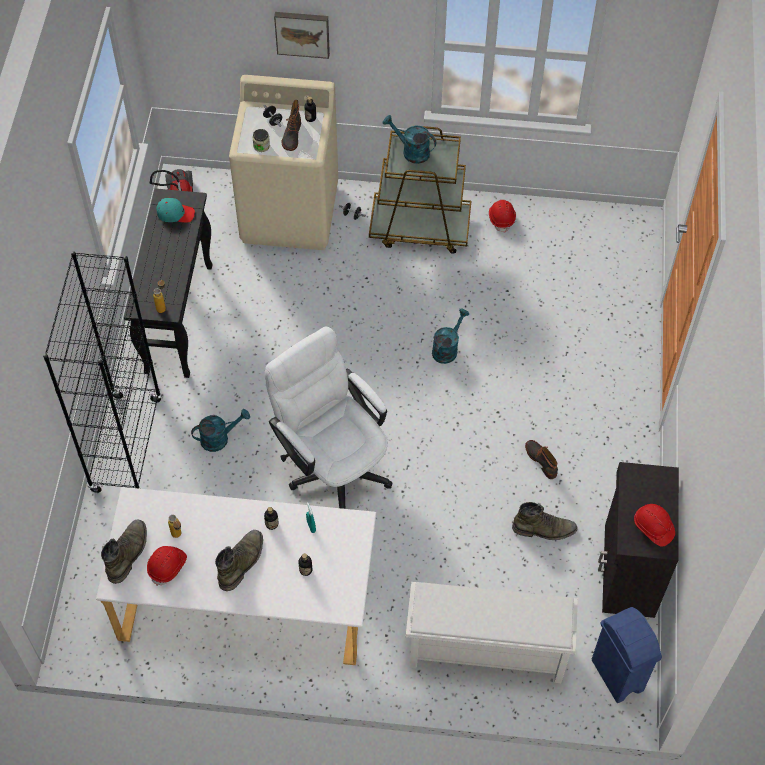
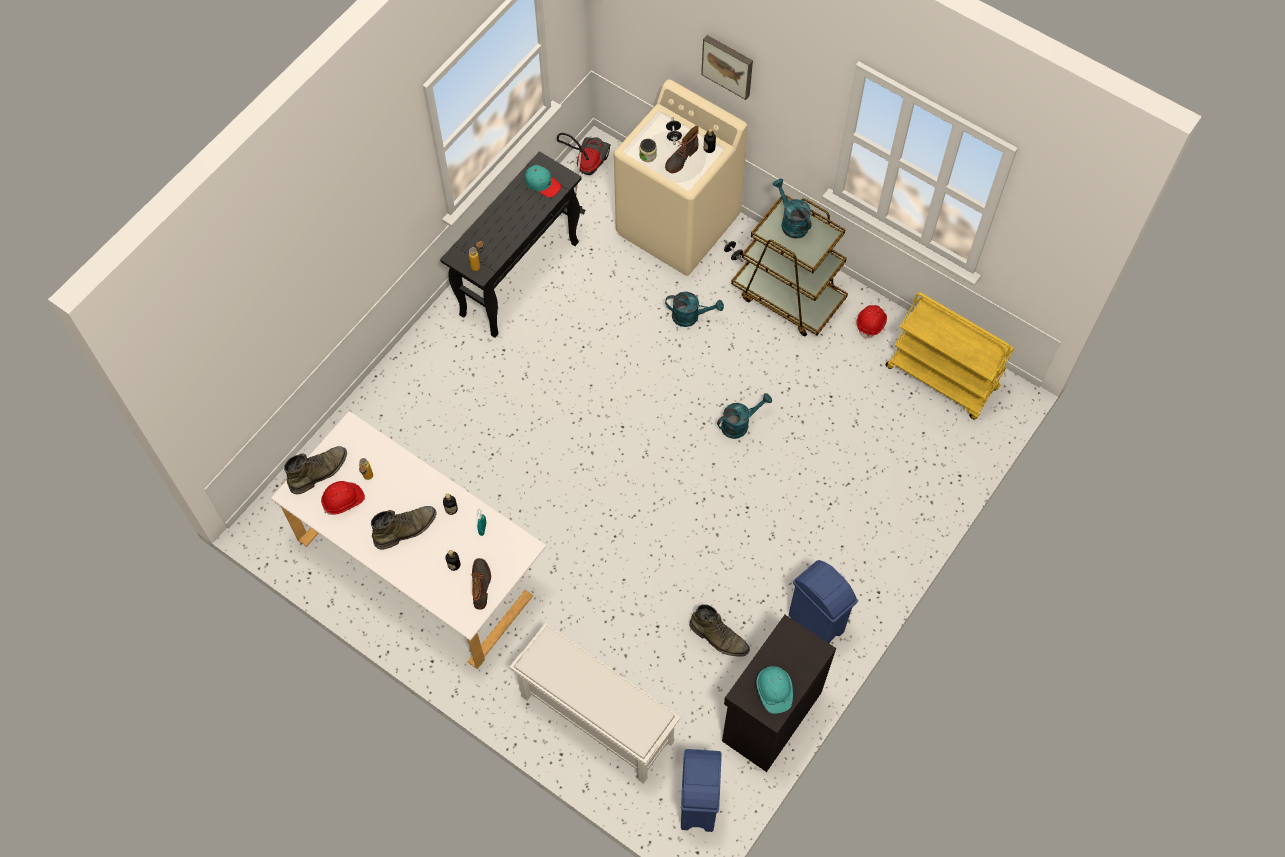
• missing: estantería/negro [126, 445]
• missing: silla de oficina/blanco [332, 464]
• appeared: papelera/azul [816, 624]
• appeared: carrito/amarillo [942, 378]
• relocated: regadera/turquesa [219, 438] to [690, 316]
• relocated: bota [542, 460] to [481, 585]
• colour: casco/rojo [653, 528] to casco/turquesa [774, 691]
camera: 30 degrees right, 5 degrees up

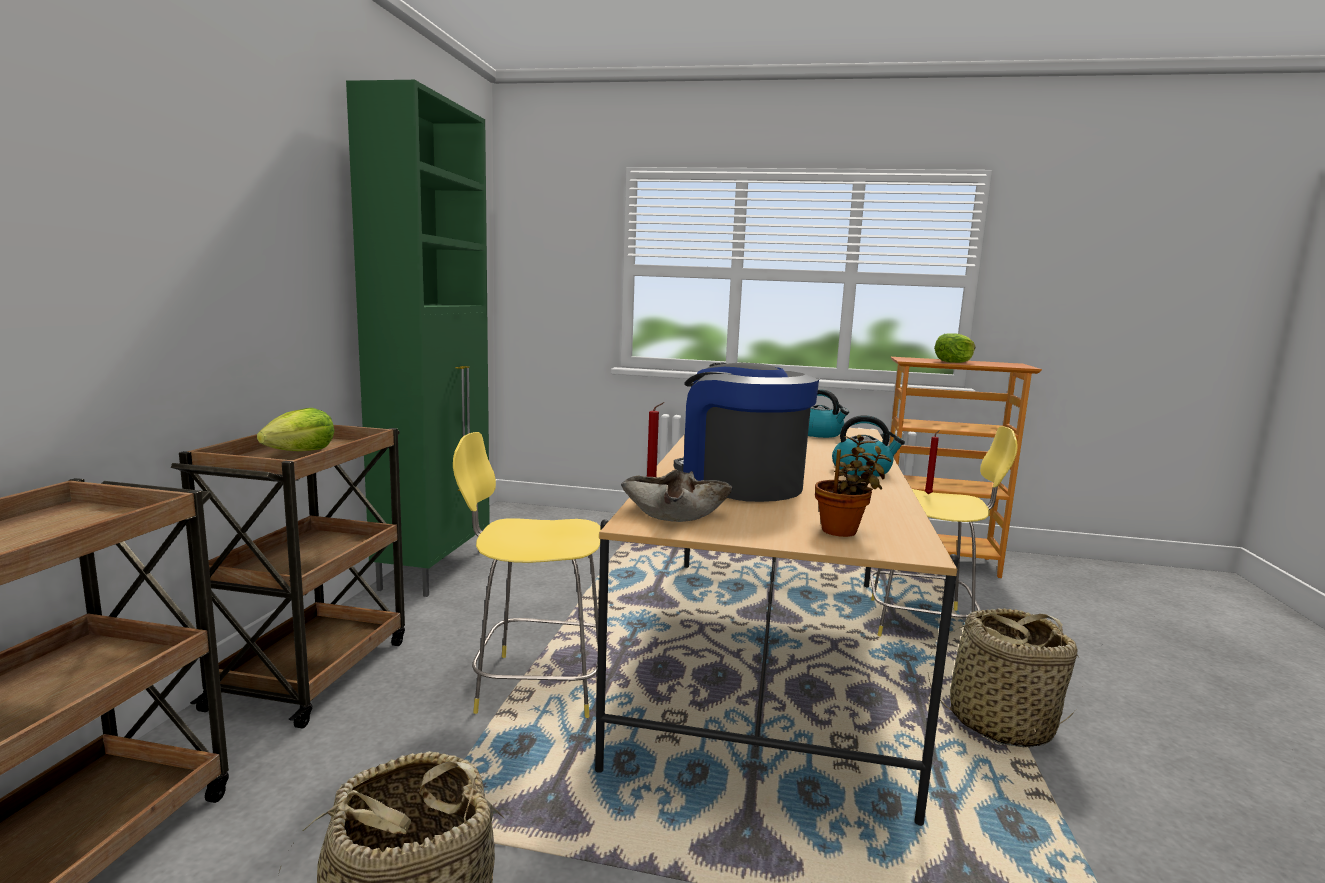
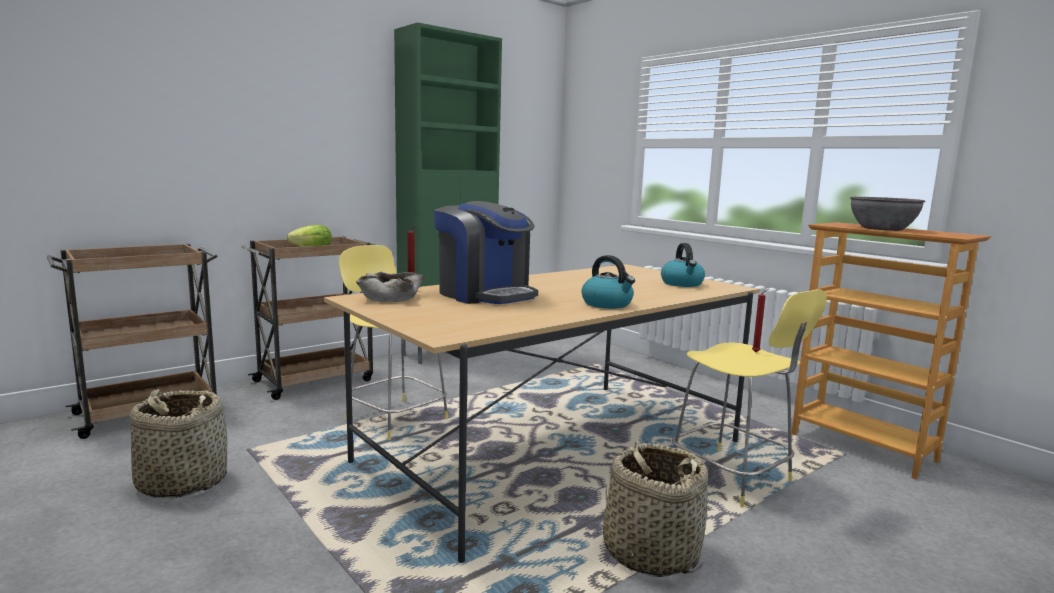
• missing: planta en maceta [843, 531]
• exchanged: lechuga [953, 362] to cuenco/gris [882, 228]
• spun: cafetera [739, 483] = [485, 295] 135 degrees clockwise
camera: 40 degrees right, 0 degrees up

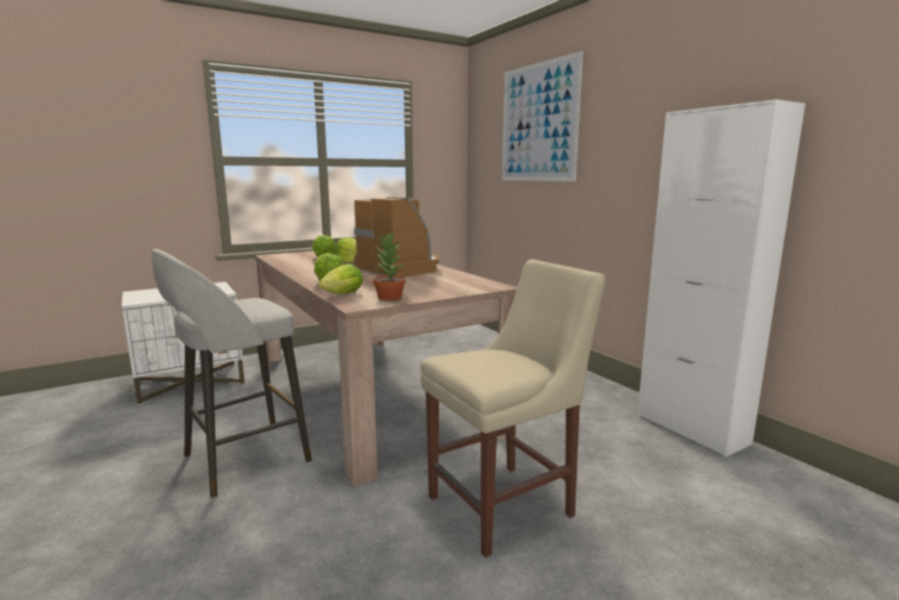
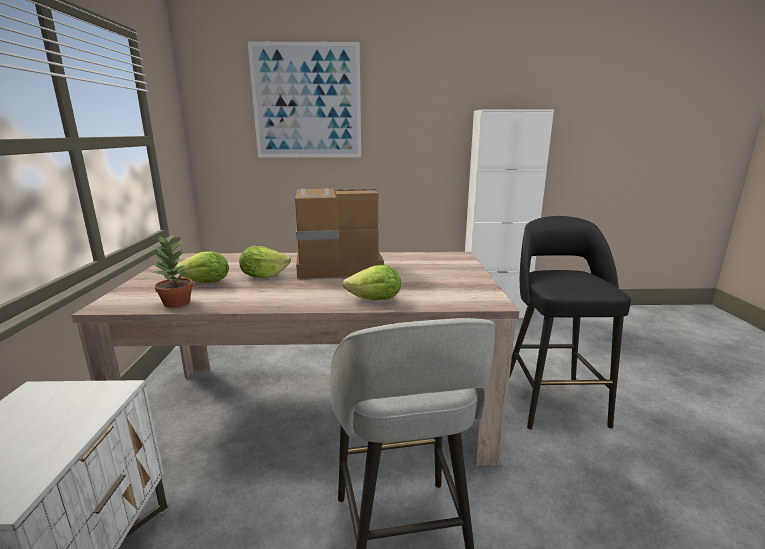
• missing: lechuga [341, 295]
• relocated: planta en maceta [389, 298] to [177, 303]
• exchanged: silla/beis [506, 504] to taburete/negro [552, 400]
camera: 60 degrees left, 5 degrees up

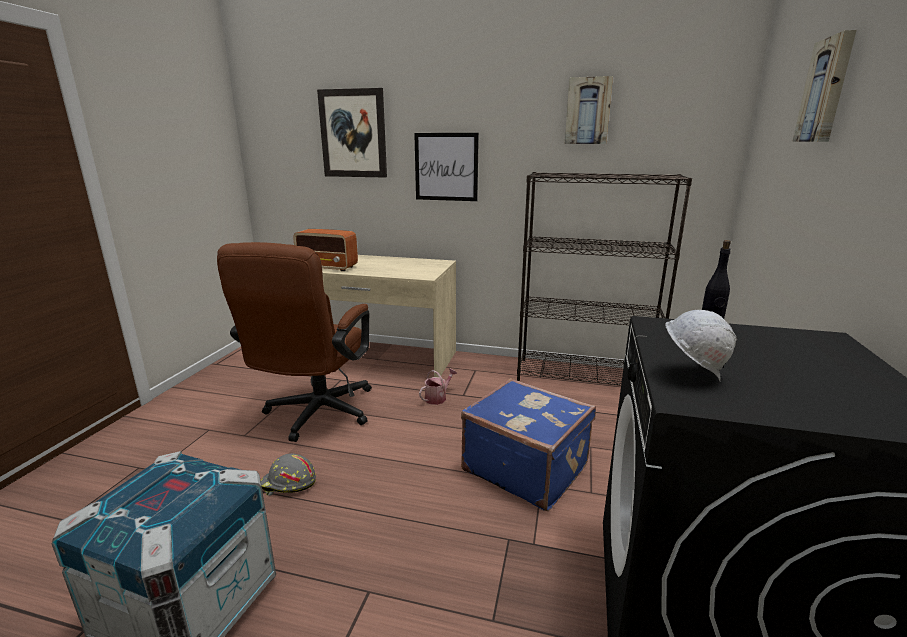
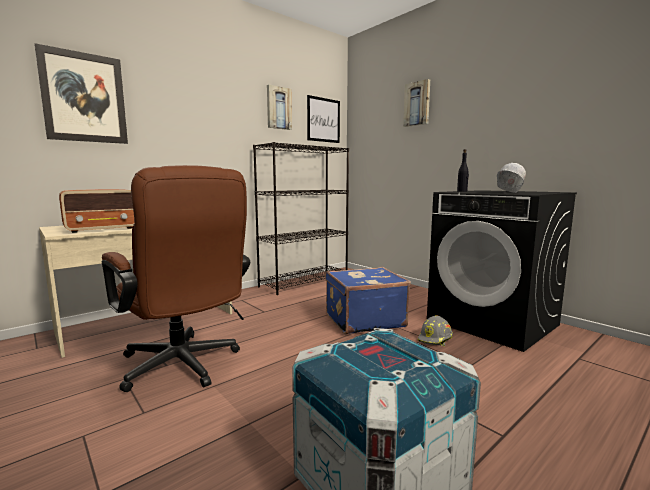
• missing: regadera [438, 398]
• relocated: casco/gris [288, 484] to [435, 339]
• relocated: cuadro [446, 167] to [323, 120]
camera: 55 degrees left, 10 degrees down

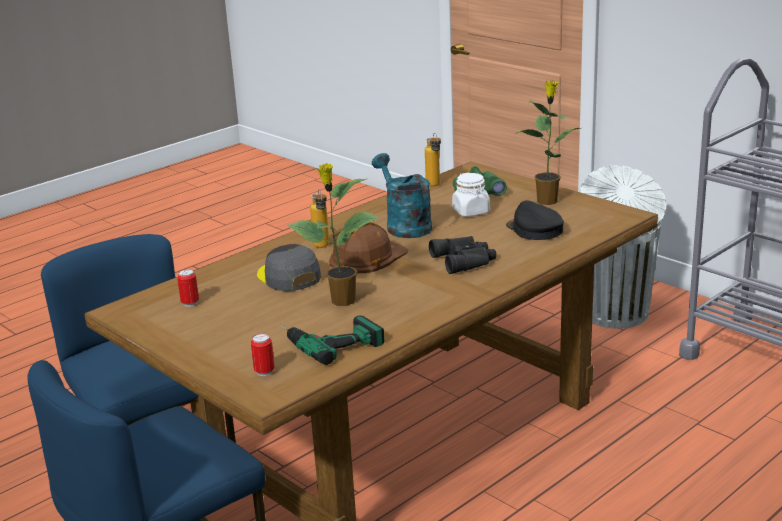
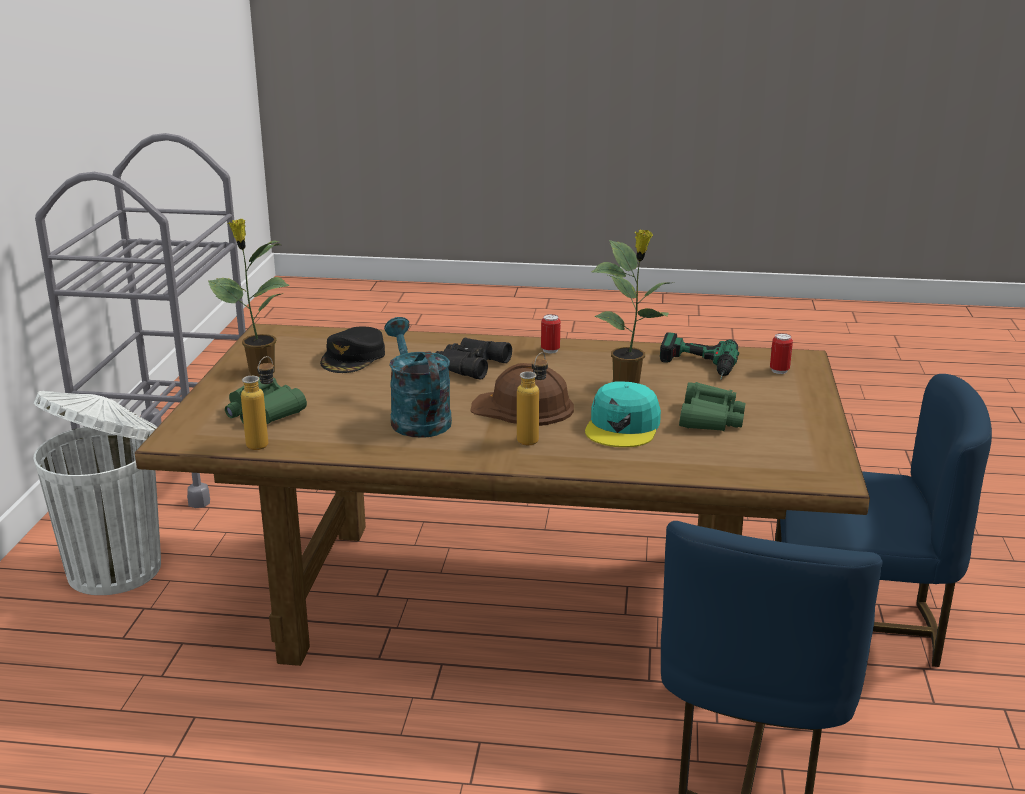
• missing: tarro/blanco [471, 212]
• appeared: prismáticos/verde [710, 418]
• relocated: lata [190, 303] to [550, 350]
• colour: gorra/gris [288, 276] to gorra/turquesa [623, 427]
• spun: regadera/turquesa [404, 225] = [416, 417] 135 degrees clockwise
camera: 130 degrees left, 0 degrees up

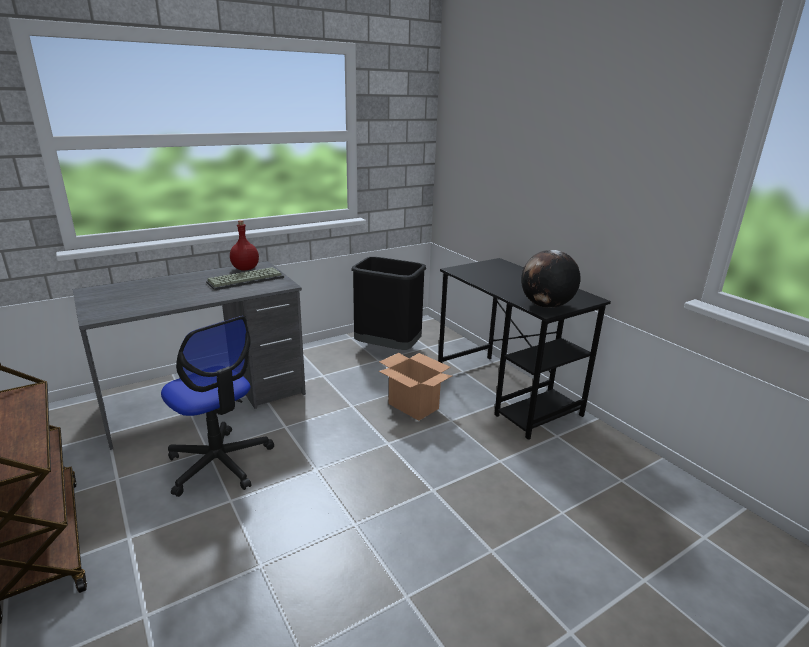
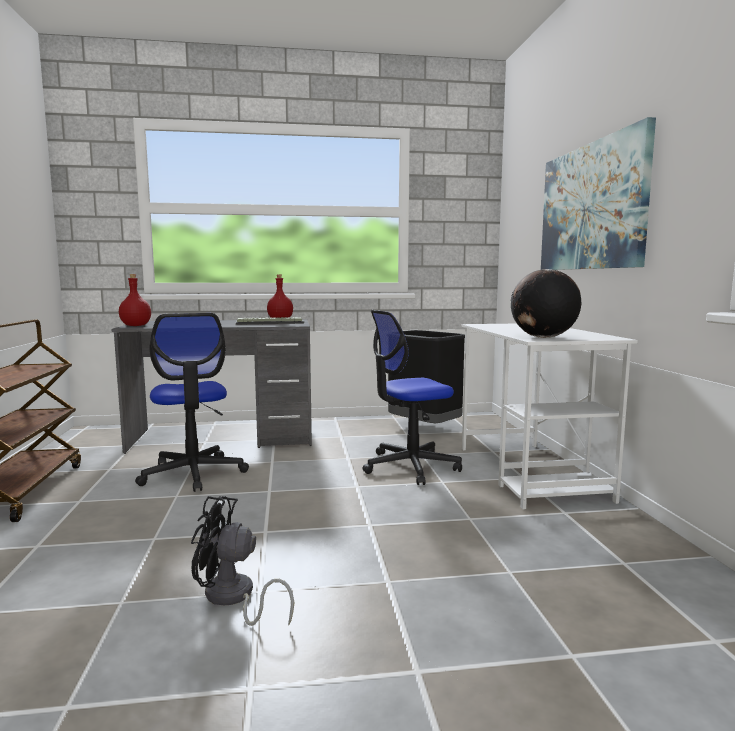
• appeared: botella/rojo [136, 326]
• appeared: ventilador/negro [233, 598]
• appeared: cuadro [591, 207]
• exchanged: caja de cartón [412, 406] to silla de oficina [410, 466]
• colour: escritorio/negro [507, 393] to escritorio/blanco [530, 473]
camera: 25 degrees right, 15 degrees down

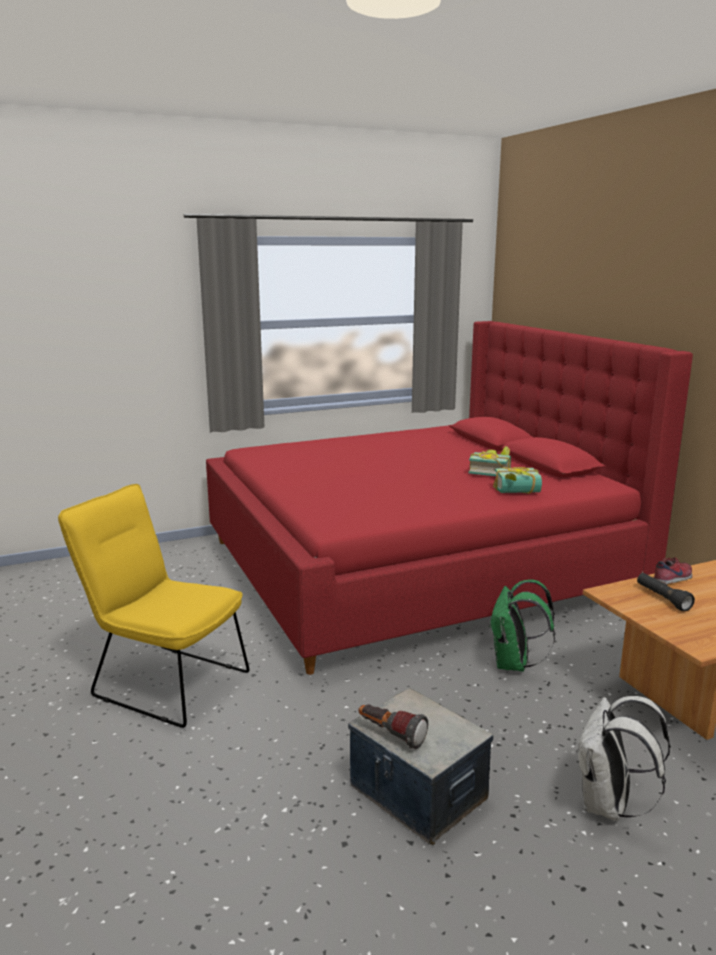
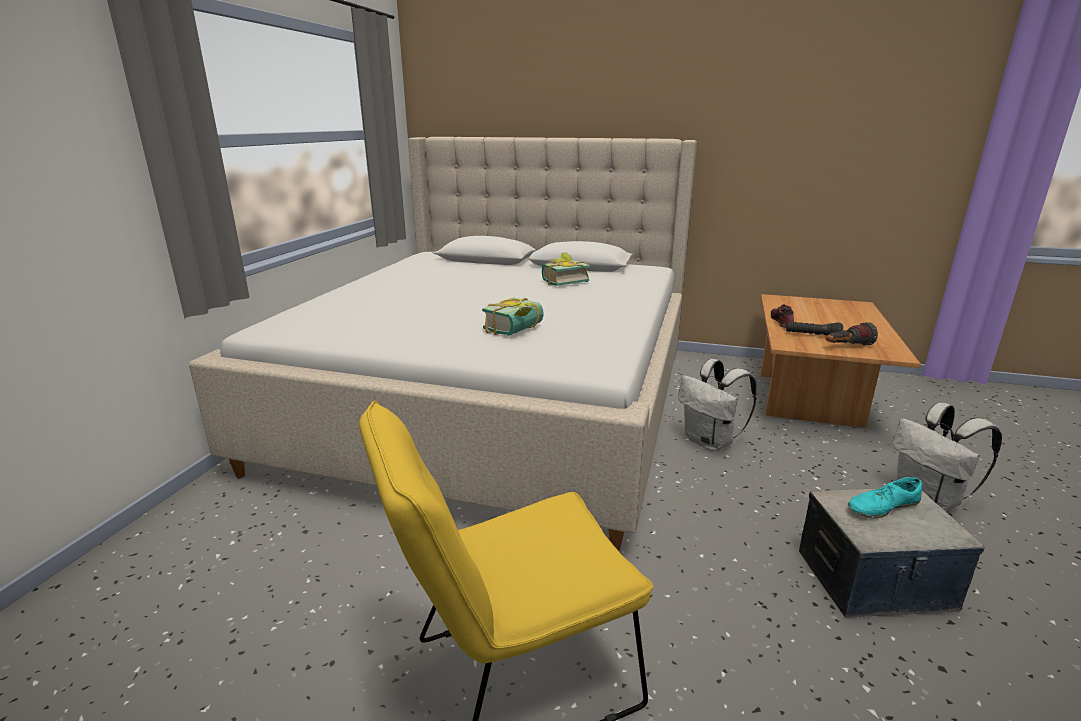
• appeared: zapato/turquesa [882, 506]
• relocated: linterna [390, 735] to [846, 347]
• relocated: libro [518, 492] to [518, 330]
• colour: cama/rojo [418, 566] to cama/beis [497, 403]
• colour: mochila/verde [514, 664] to mochila/blanco [710, 442]
camera: 50 degrees left, 5 degrees up

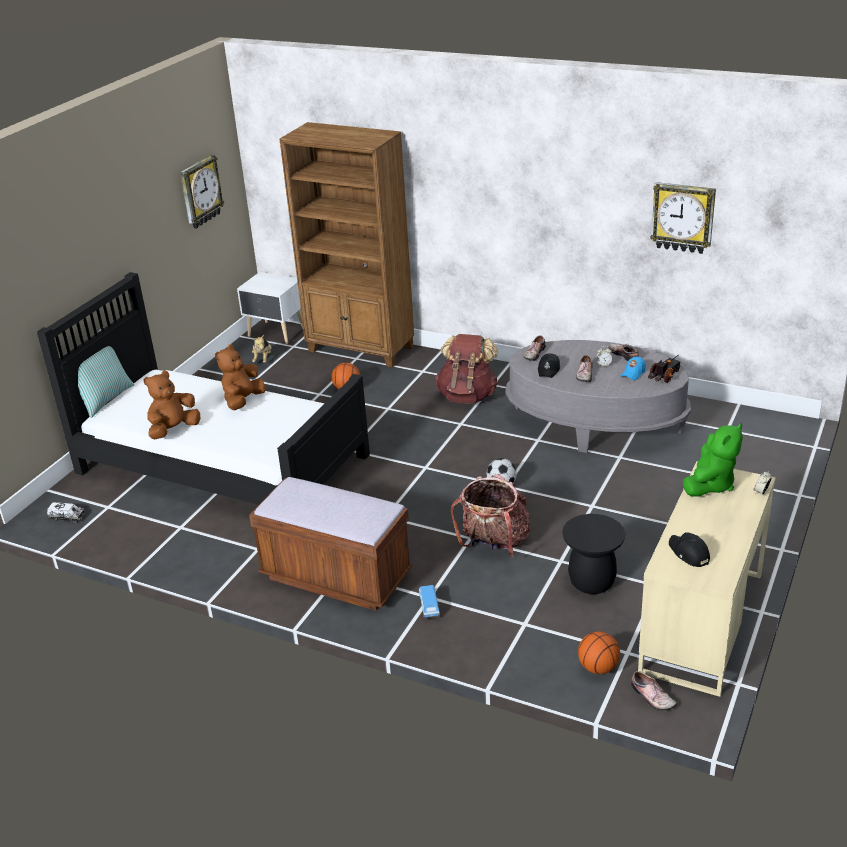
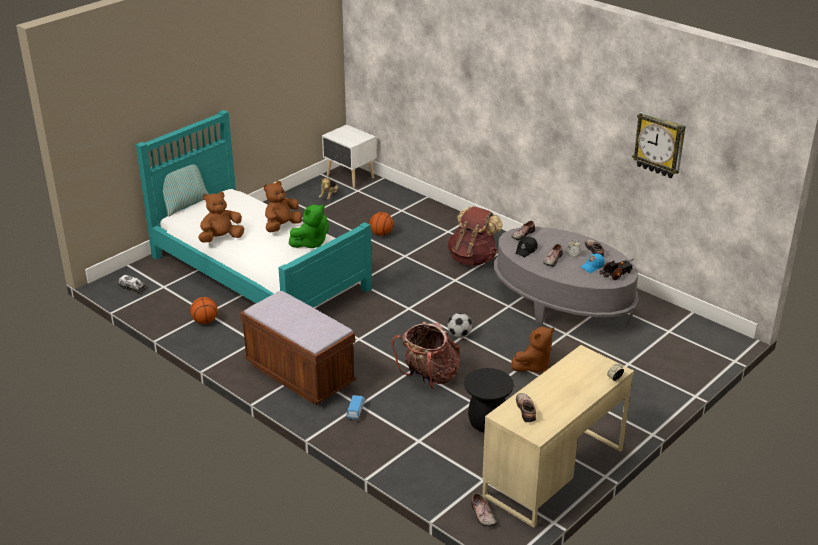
• missing: reloj de pared [200, 192]
• missing: estantería/marrón [361, 349]
• appeared: peluche/marrón [533, 366]
• relocated: balón de baloncesto [598, 667] to [205, 321]
• relocated: peluche/verde [710, 485] to [311, 243]
• exchanged: gorra/negro [688, 553] to zapato [527, 410]
• colour: cama/negro [221, 463] to cama/turquesa [258, 272]
camera: 15 degrees right, 0 degrees up

